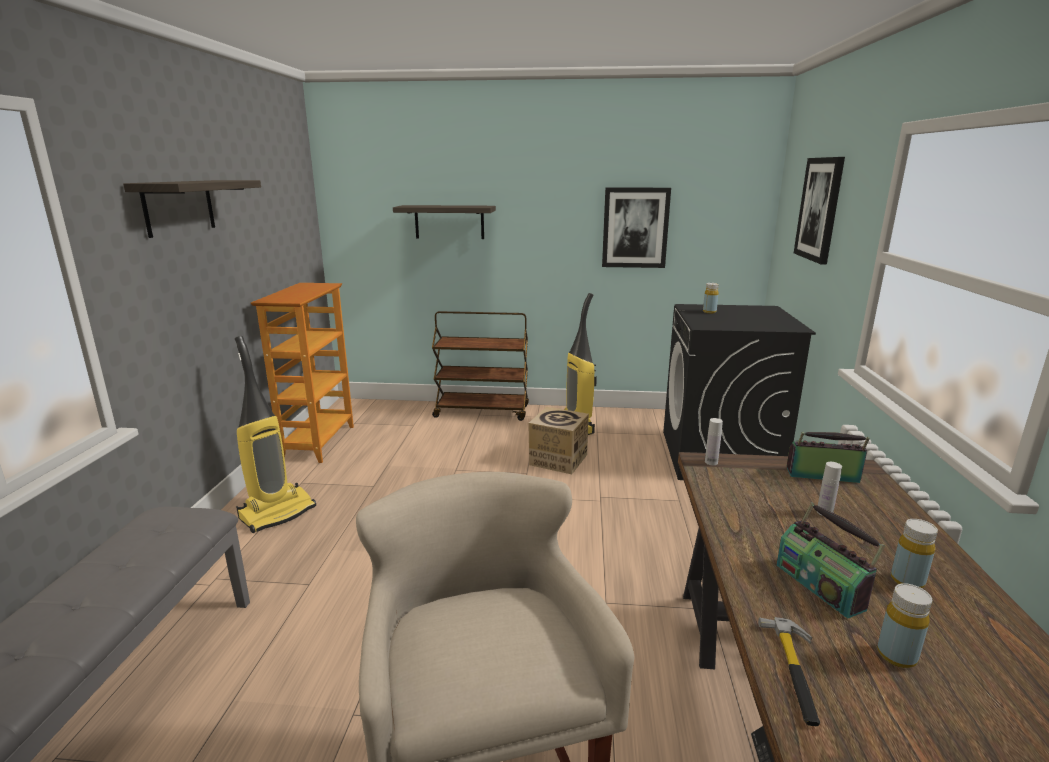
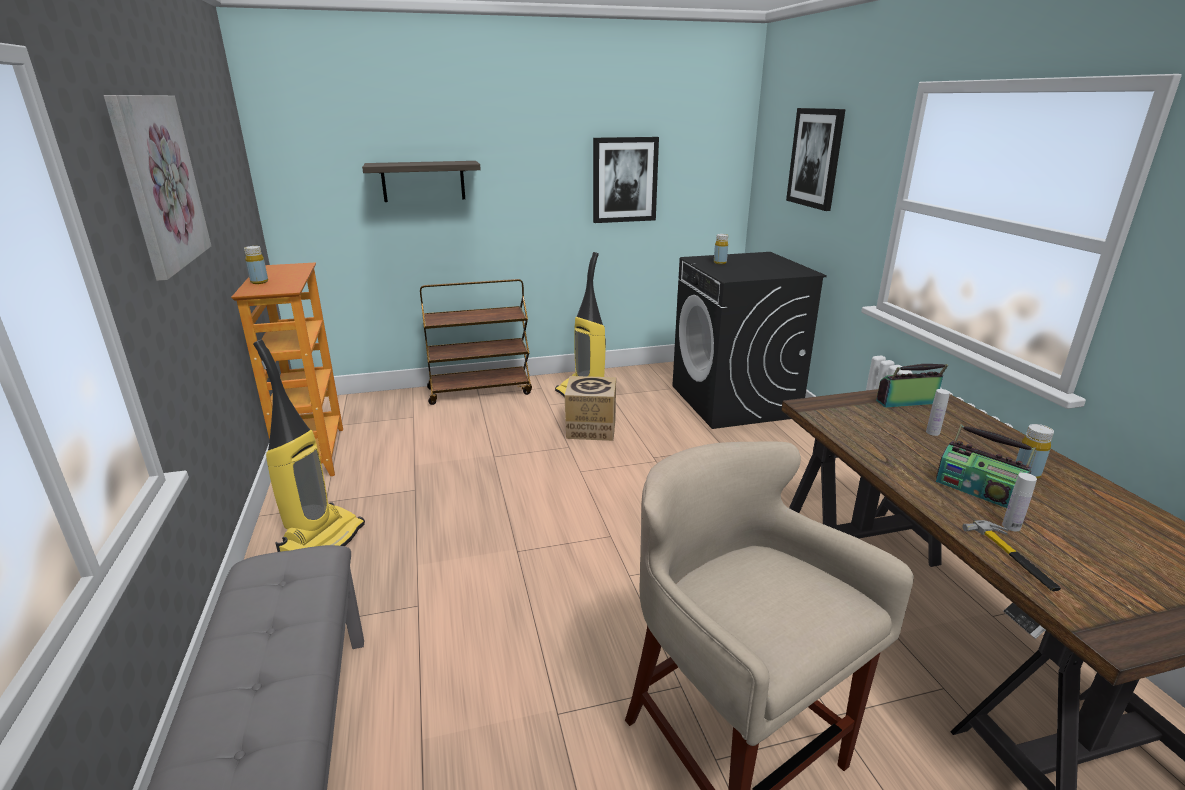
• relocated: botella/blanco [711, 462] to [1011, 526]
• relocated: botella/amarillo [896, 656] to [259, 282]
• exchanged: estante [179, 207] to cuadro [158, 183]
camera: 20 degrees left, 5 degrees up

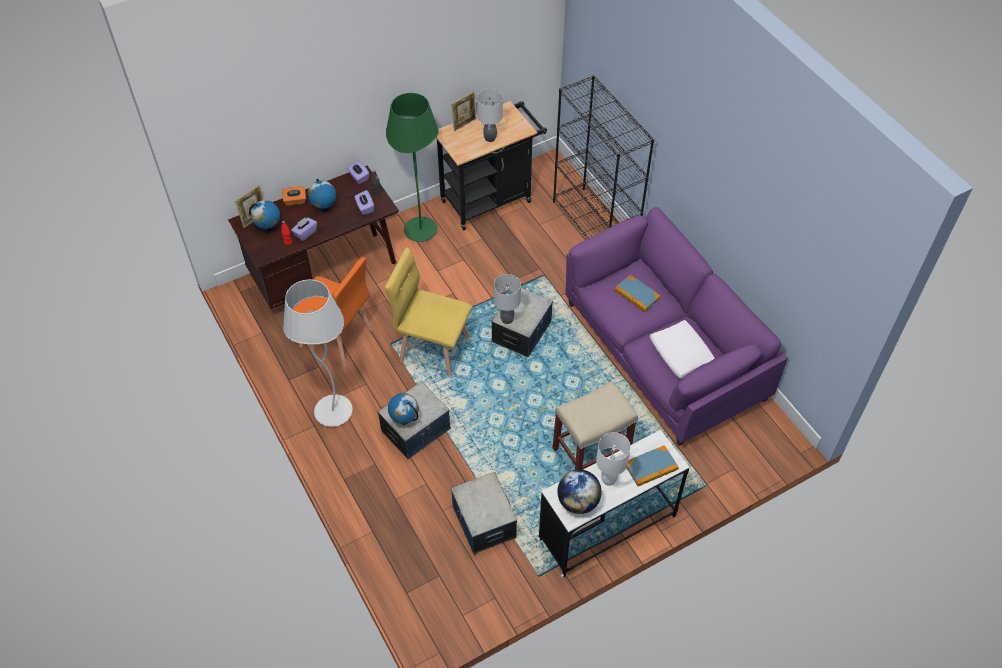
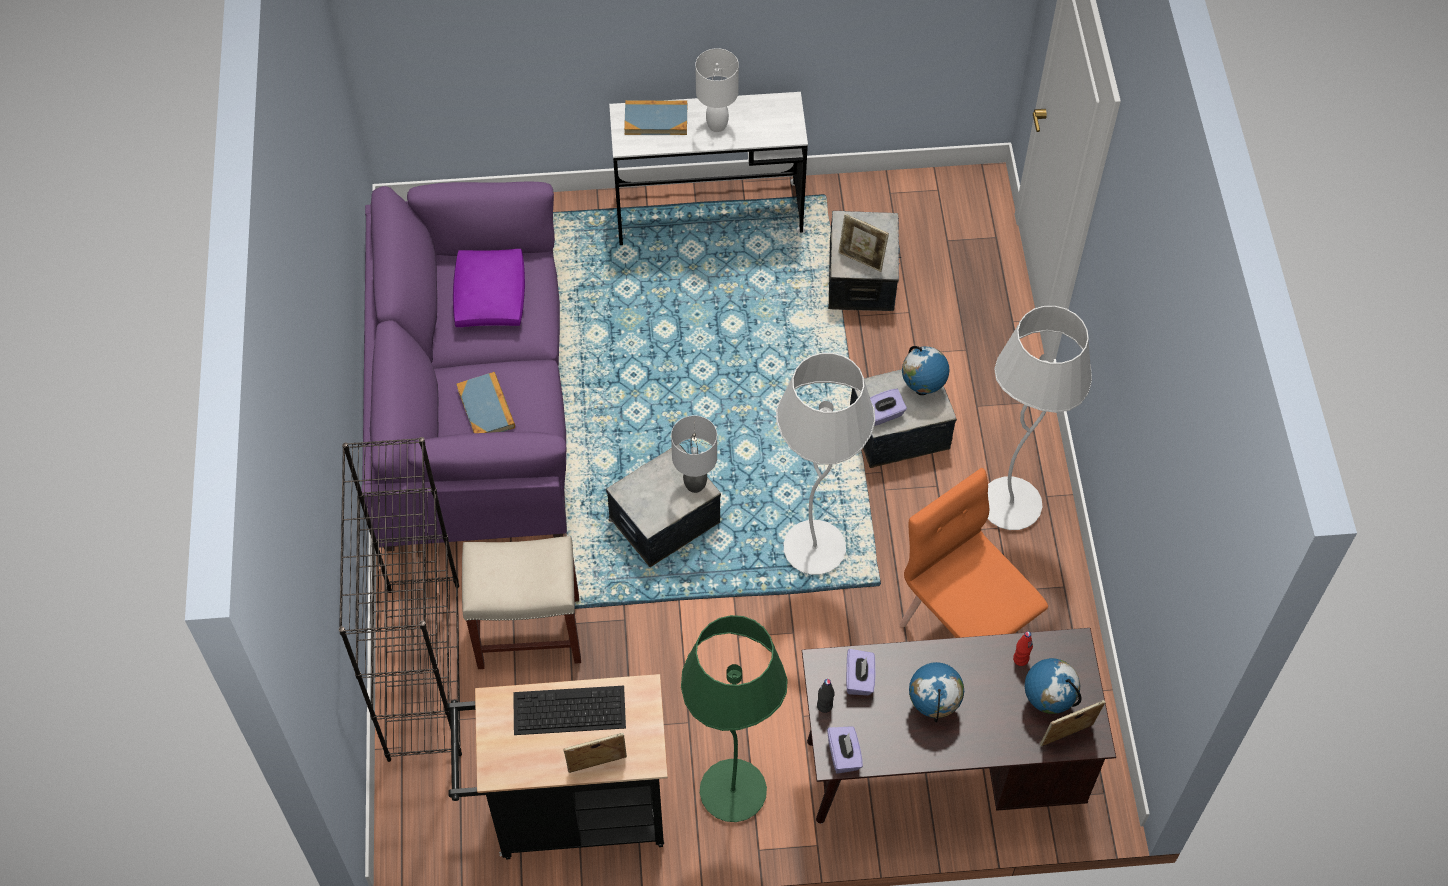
• missing: caja de pañuelos/naranja [295, 201]
• missing: globo terráqueo [578, 502]
• appeared: portarretratos [861, 260]
• relocated: caja de pañuelos/morado [305, 233] to [884, 414]
• relocated: taburete/beis [591, 452] to [527, 632]
• exchanged: silla/amarillo [434, 348] to lámpara de pie/blanco [815, 549]
• exchanged: lámpara de mesa/gris [490, 138] to teclado [568, 711]
• colour: cojín/blanco [681, 355] to cojín/morado [490, 295]
camera: 155 degrees left, 5 degrees up

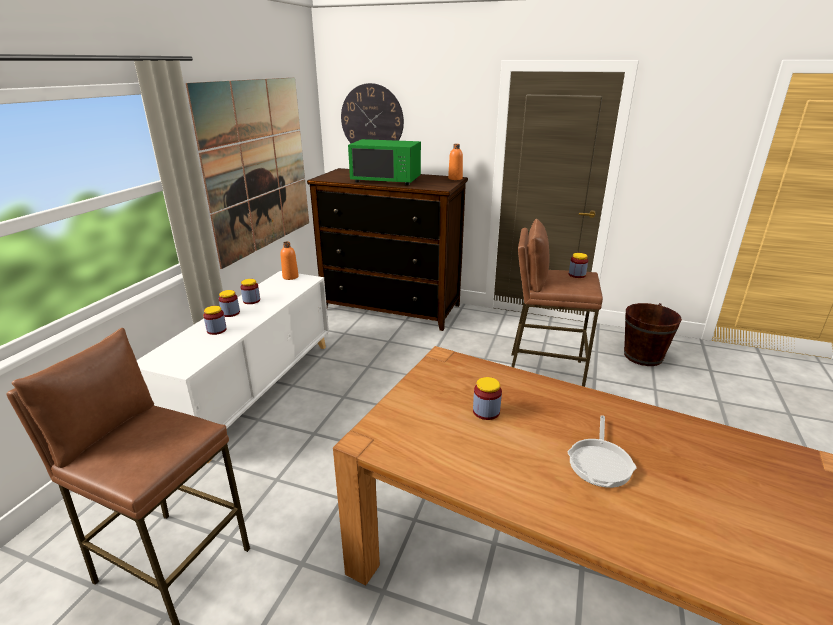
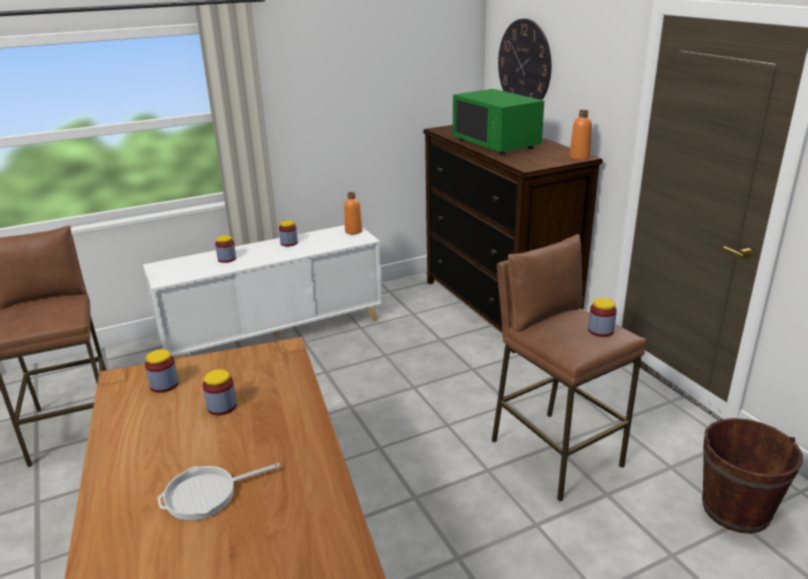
• missing: cuadro [258, 167]
• relocated: tarro [230, 313] to [164, 385]
camera: 45 degrees right, 0 degrees up

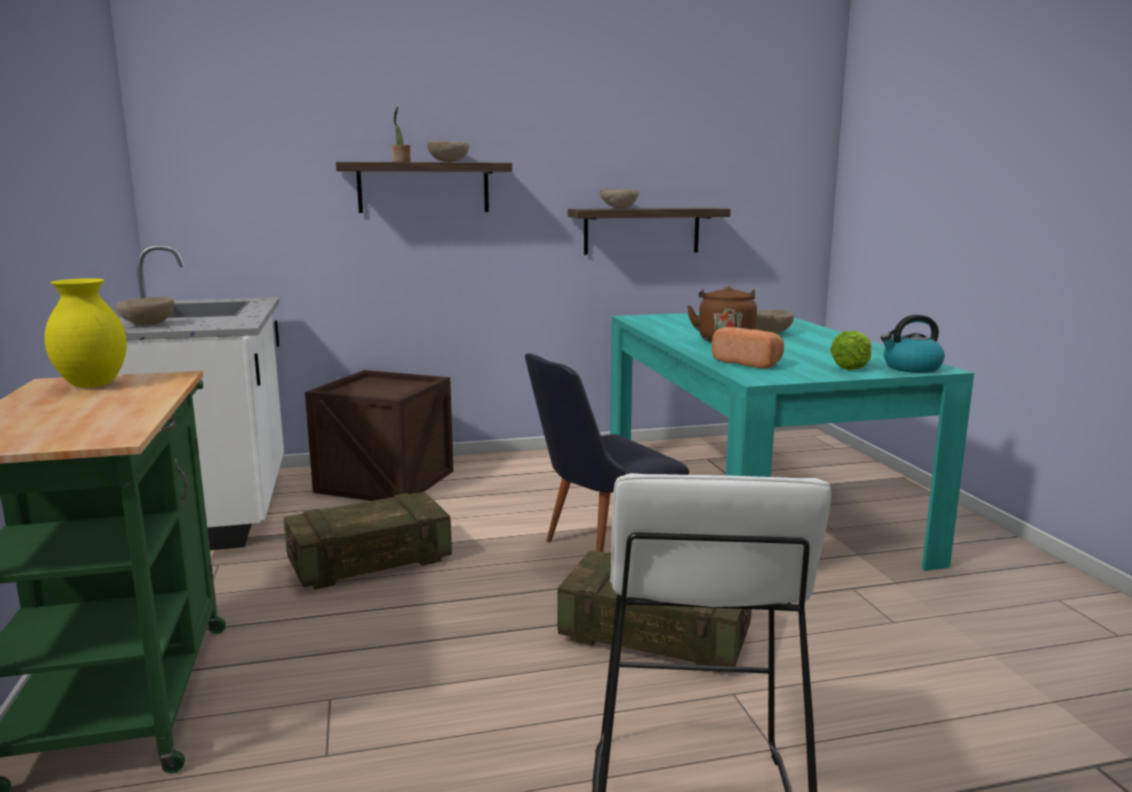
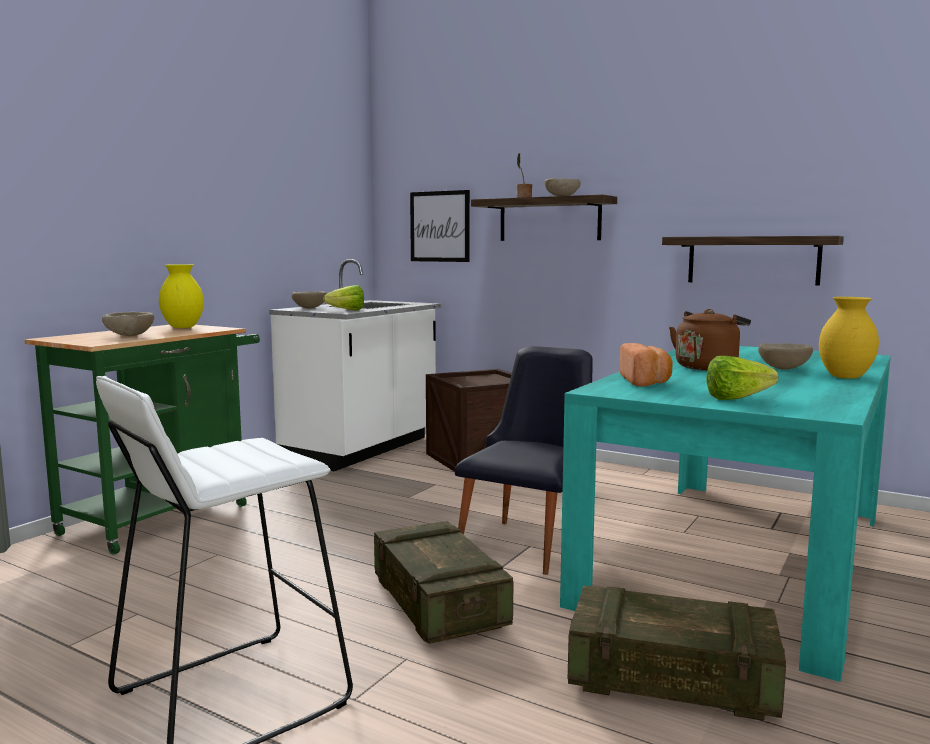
• missing: hervidor [911, 368]
• appeared: lechuga [343, 310]
• appeared: cuadro [439, 226]
• appeared: florero/amarillo [846, 377]
• relocated: caja de embalaje [370, 562] to [671, 680]
• relocated: cuenco/beis [618, 208] to [128, 336]
• spun: silla/negro [601, 548] = [529, 541] 105 degrees clockwise
camera: 45 degrees right, 5 degrees down

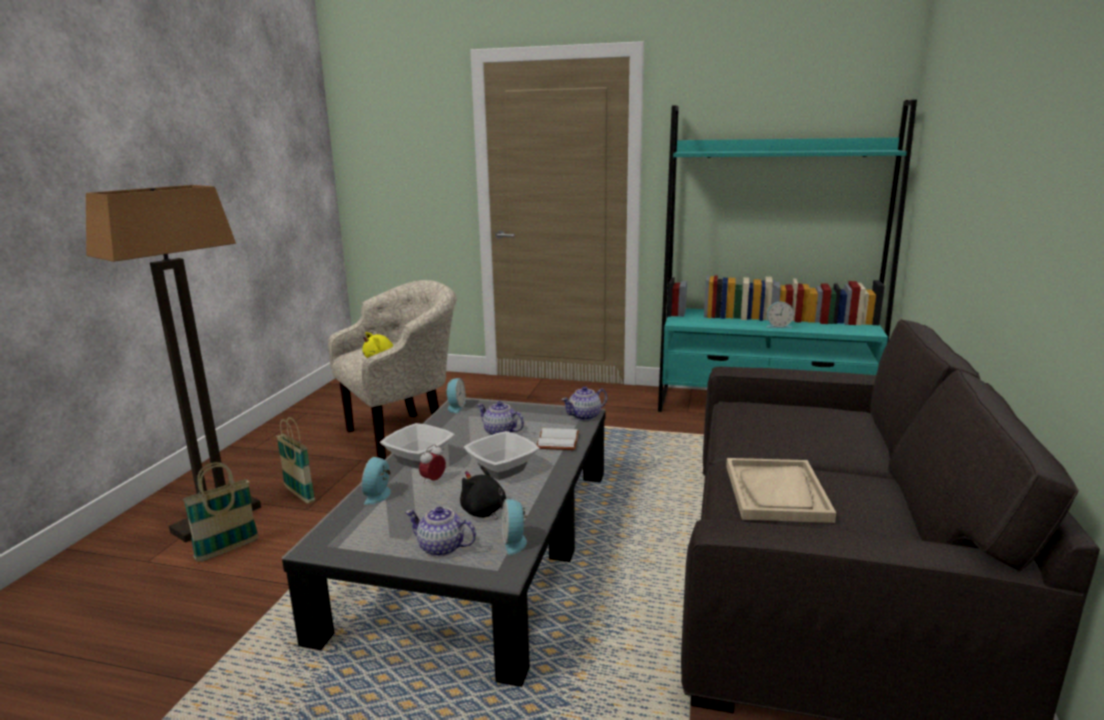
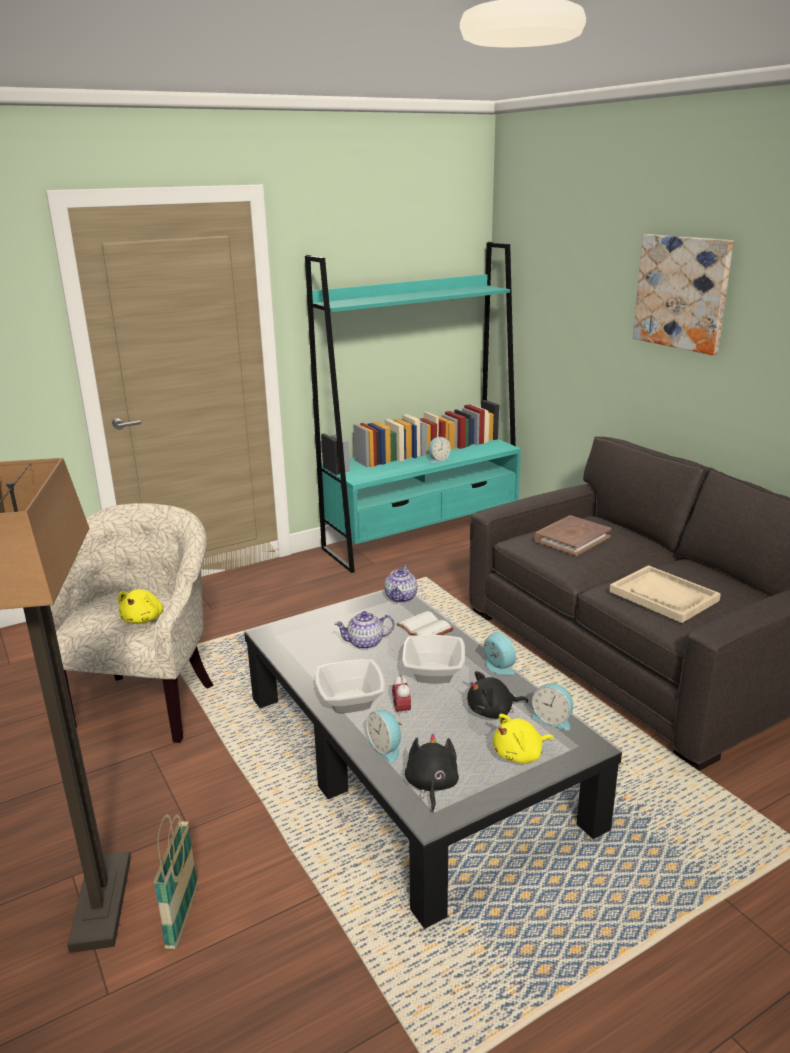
• missing: cesta [299, 494]
• appeared: peluche/negro [431, 785]
• appeared: libro/marrón [571, 539]
• appeared: cuadro [682, 292]
• relocated: despertador [455, 407] to [497, 667]
• exchanged: tetera [442, 548] to peluche/amarillo [520, 755]
camera: 45 degrees left, 5 degrees up

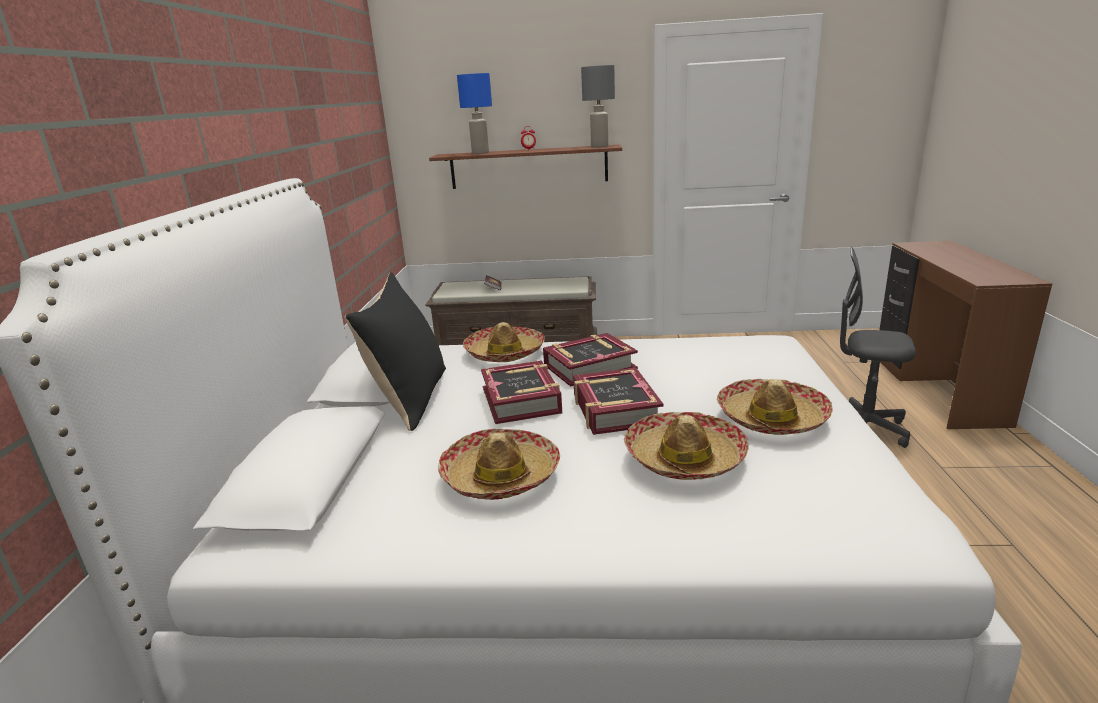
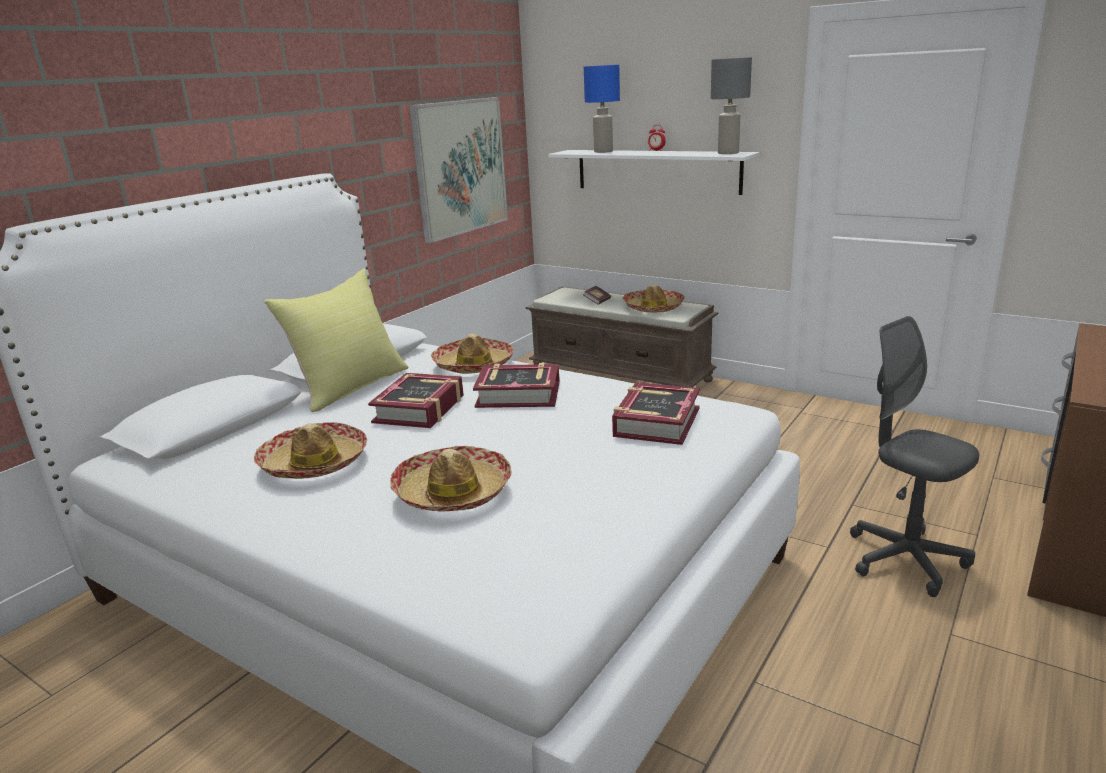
• appeared: cuadro [460, 167]
• relocated: libro [614, 410] to [656, 422]
• relocated: sombrero [771, 418] to [653, 307]
• colour: cojín/negro [411, 399] to cojín/amarillo [350, 387]
• colour: estante/marrón [528, 167] to estante/blanco [656, 171]
camera: 30 degrees right, 0 degrees up

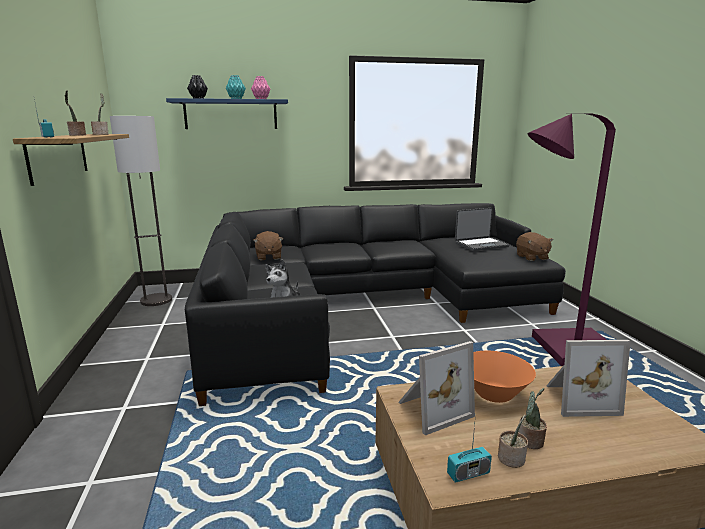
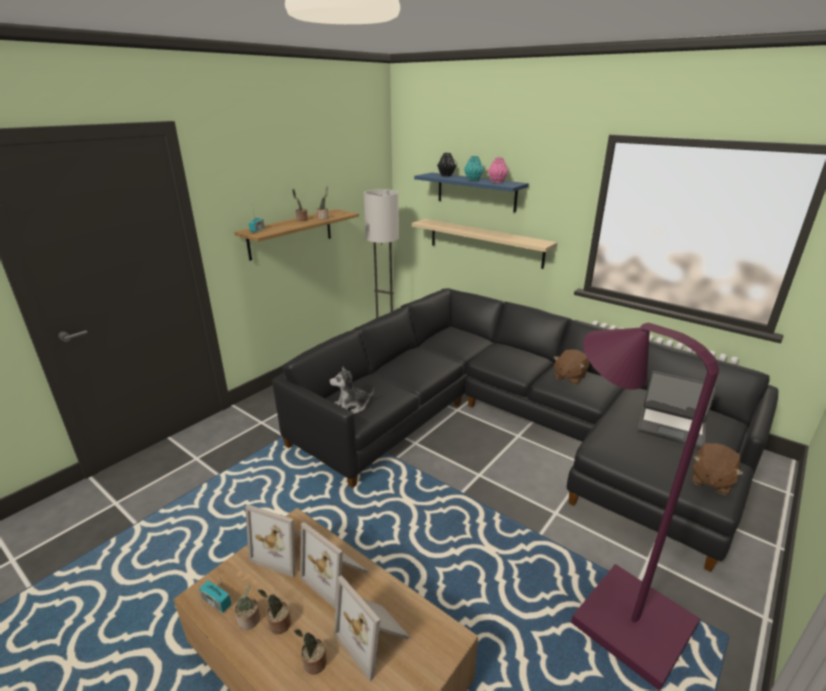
• appeared: planta en maceta [313, 663]
• appeared: estante/beis [485, 242]
• relocated: peluche/marrón [268, 257] to [569, 377]
• exchanged: cuenco/naranja [494, 394] to portarretratos [337, 576]
camera: 50 degrees right, 10 degrees up

